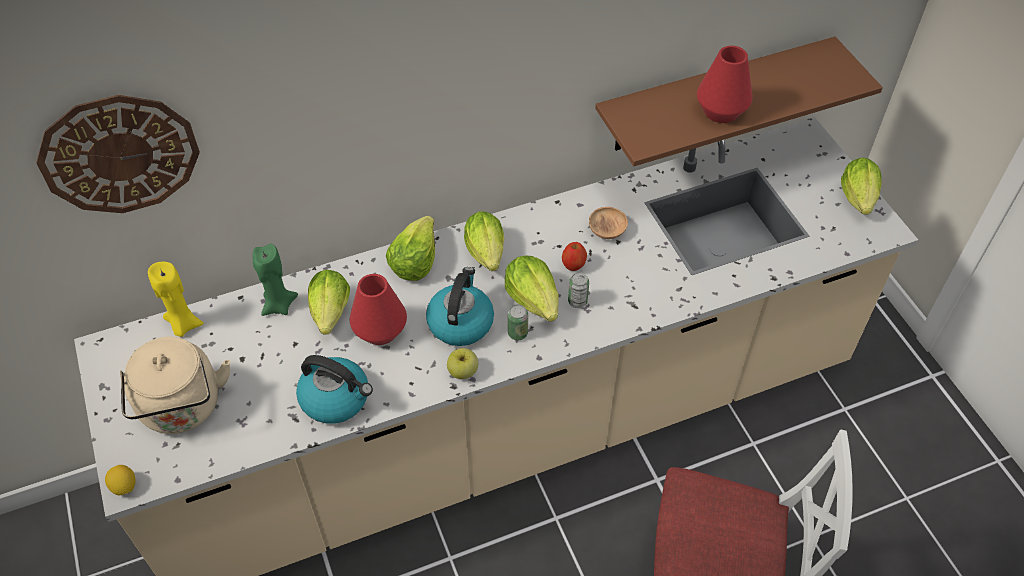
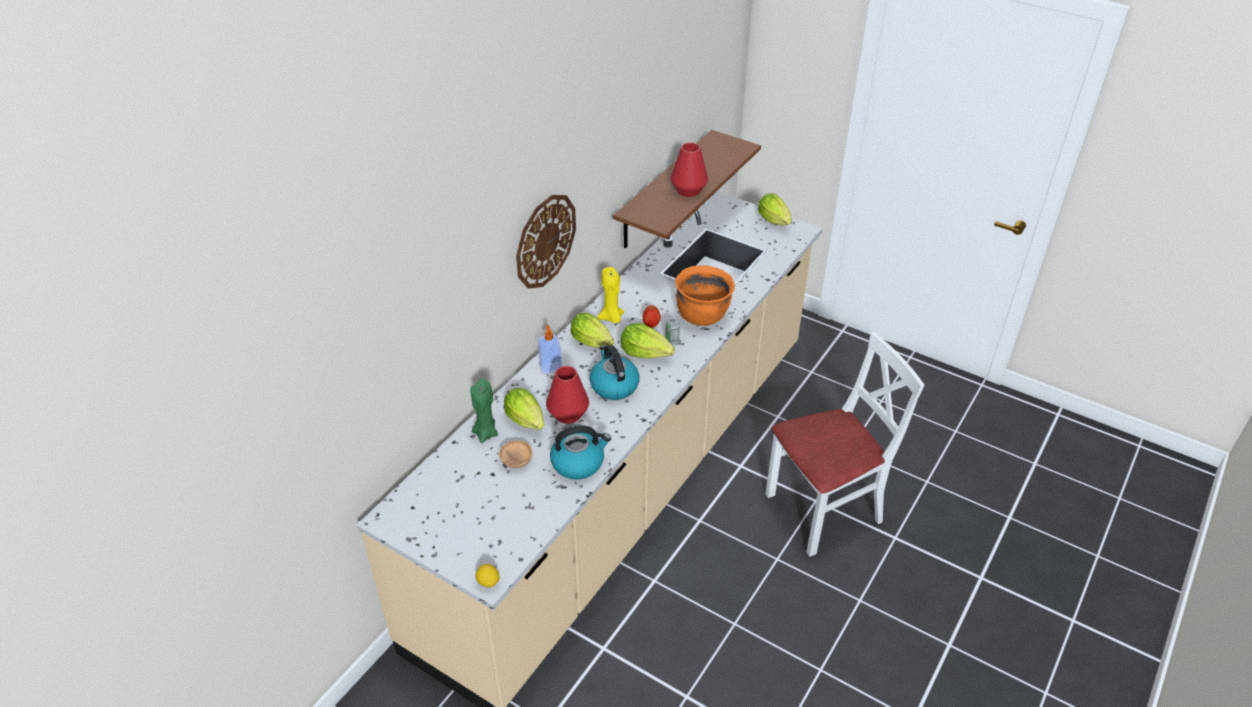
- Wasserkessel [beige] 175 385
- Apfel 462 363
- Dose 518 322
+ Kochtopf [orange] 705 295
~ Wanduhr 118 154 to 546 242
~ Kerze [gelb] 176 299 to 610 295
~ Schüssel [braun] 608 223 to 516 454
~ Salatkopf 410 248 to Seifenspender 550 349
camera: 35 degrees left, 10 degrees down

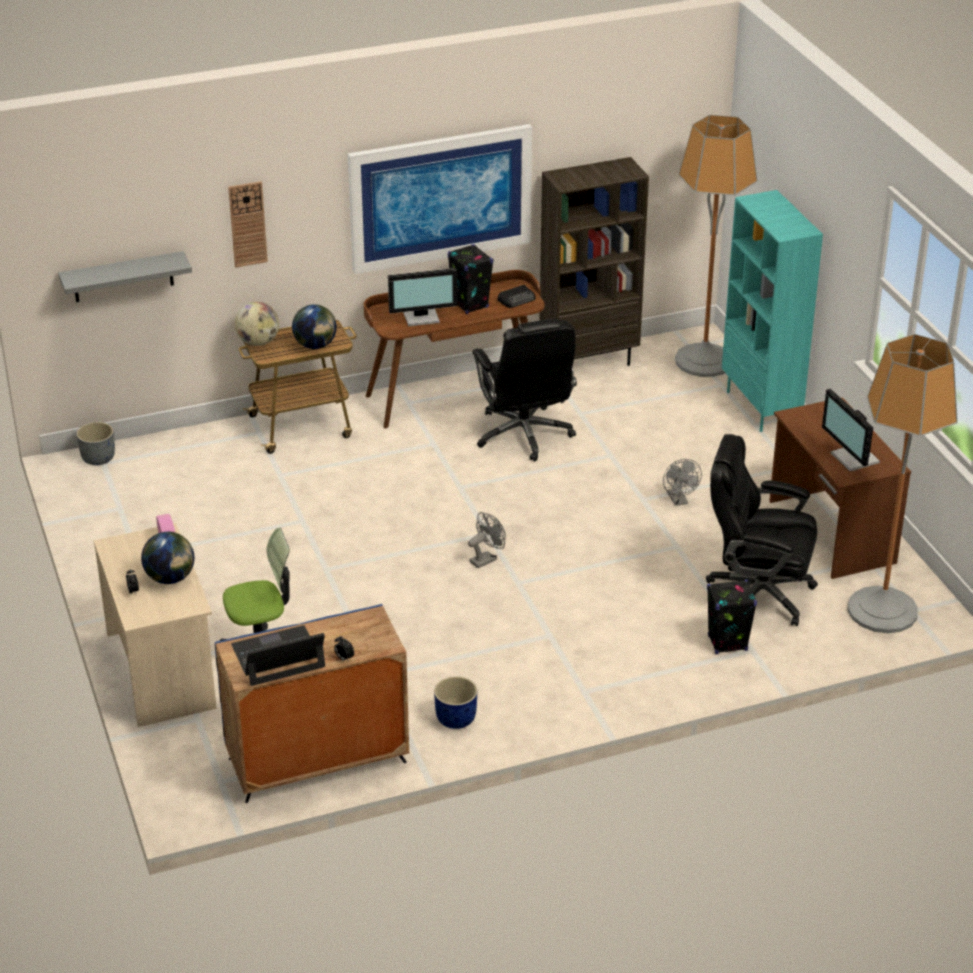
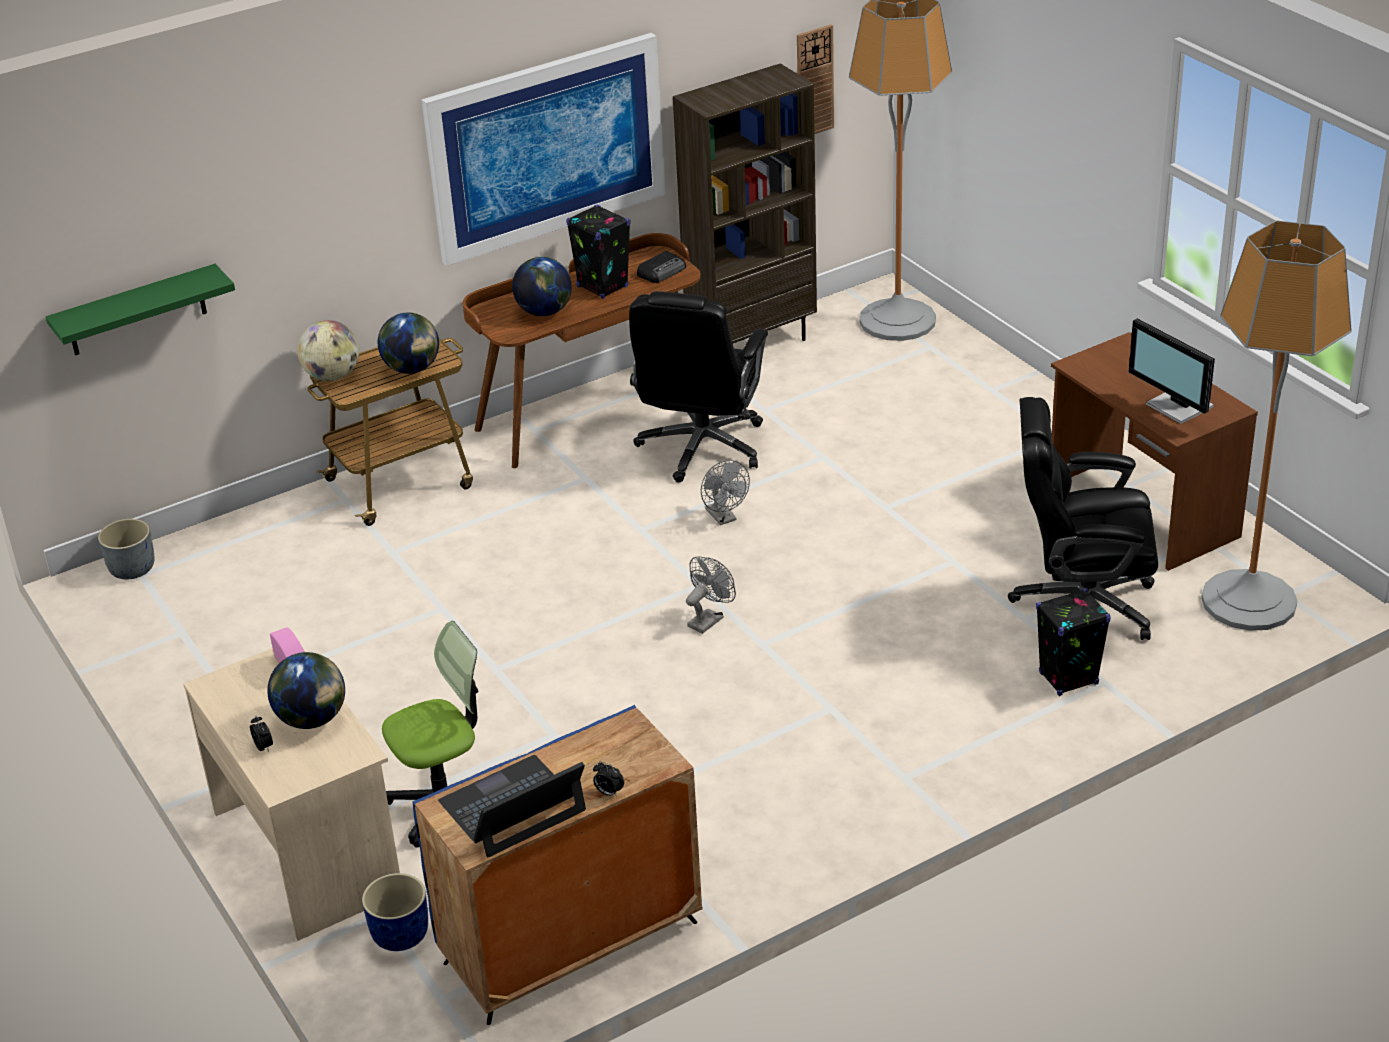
- Bücherregal [türkis] 772 311
~ Wanduhr 248 224 to 815 79
~ Pflanzkübel [blau] 455 702 to 395 912
~ Ventilator [grau] 682 482 to 725 492
~ Monitor 422 297 to Globus 542 286
~ Wandregal [grau] 125 276 to Wandregal [grün] 140 309
~ Bürostuhl [schwarz] 524 390 = 698 387 45 degrees clockwise
camera: 10 degrees left, 0 degrees up

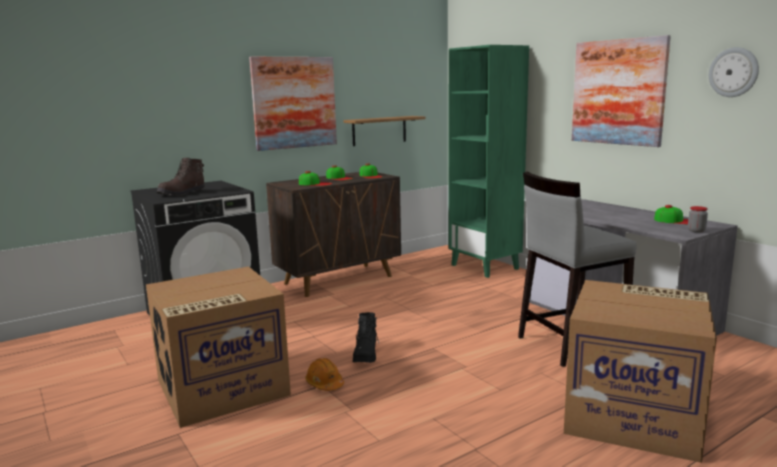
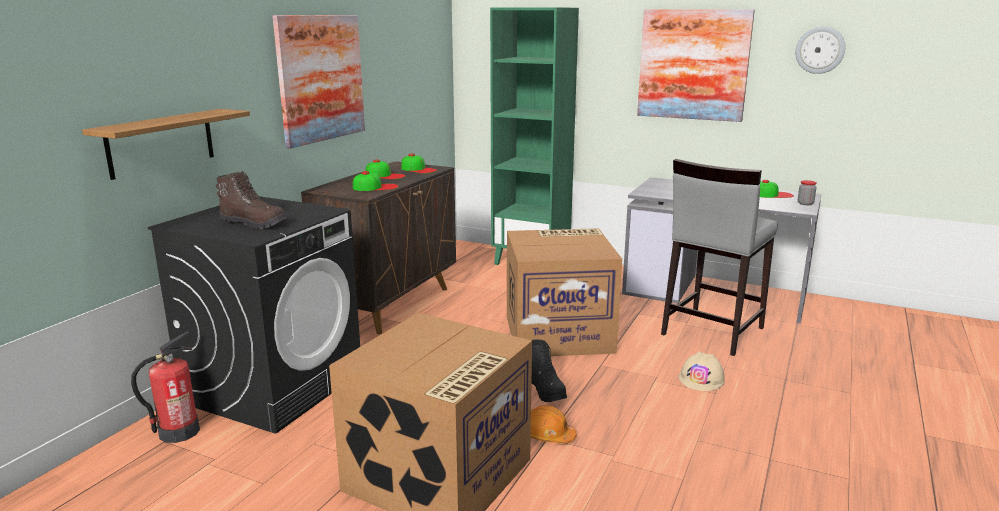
+ Feuerlöscher 165 387
+ Schutzhelm [beige] 702 371
~ Wandregal 384 131 to 166 144
~ Karton 640 371 to 564 292
~ Stiefel [braun] 181 177 = 251 200 75 degrees counterclockwise
camera: 30 degrees left, 5 degrees up

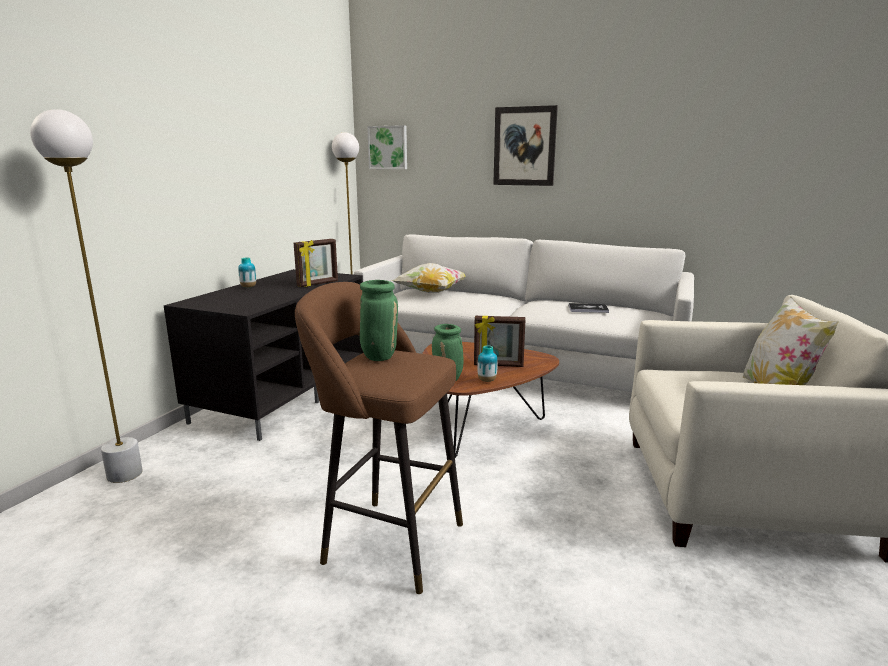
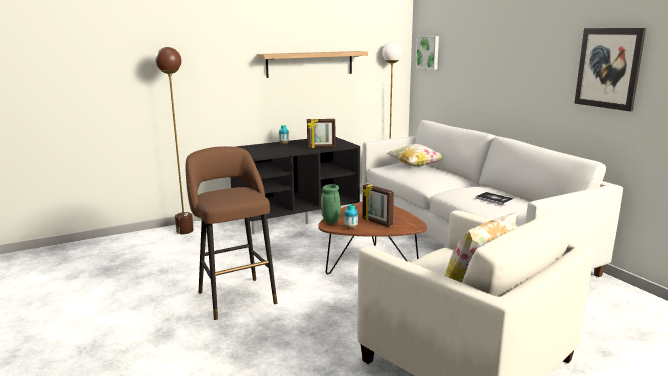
- Vase [grün] 379 320
+ Wandregal 312 64
~ Bild 525 145 to 610 69
~ Stehlampe [weiß] 86 296 to Stehlampe [braun] 174 140
camera: 40 degrees right, 0 degrees up

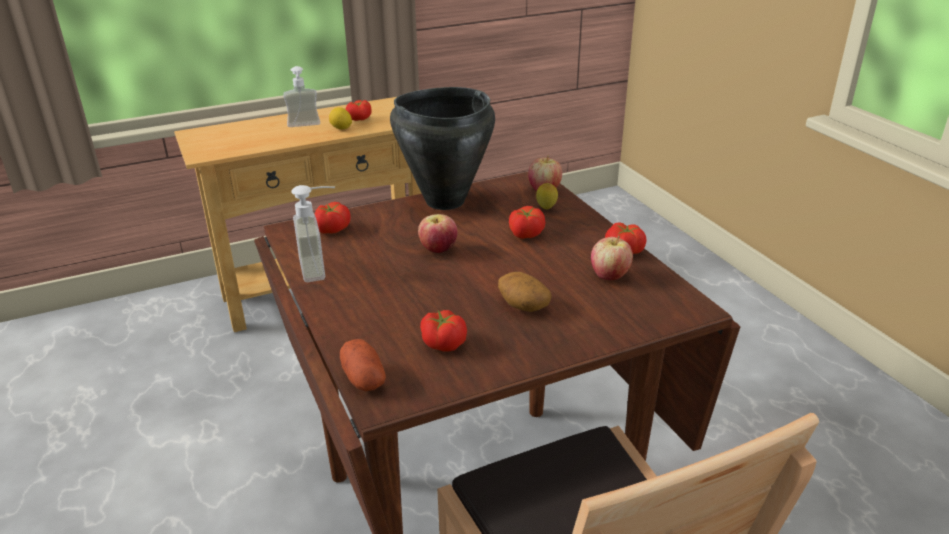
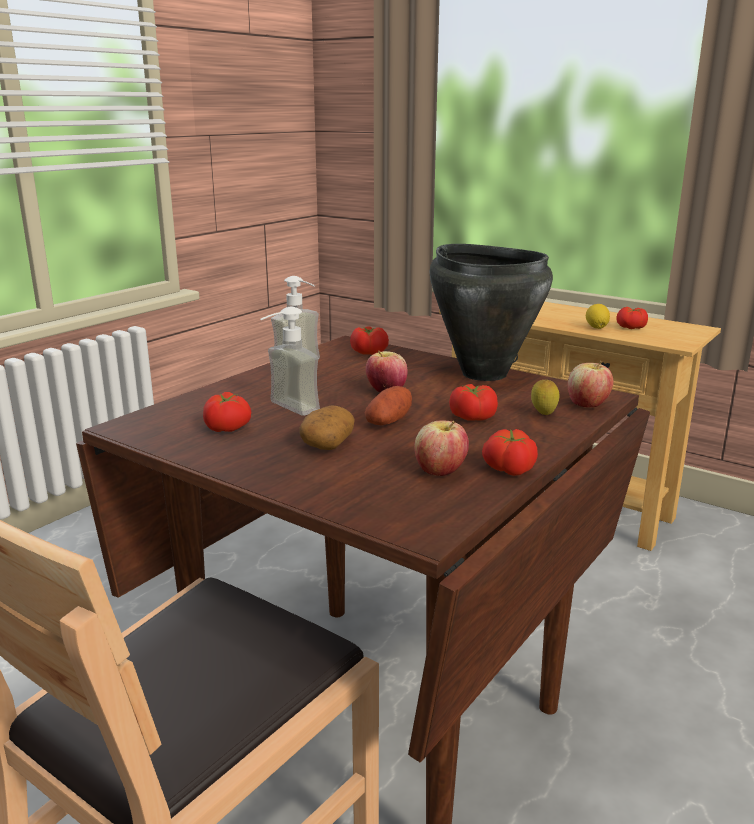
~ Seifenspender 301 96 to 290 361
~ Kartoffel 363 365 to 388 405
camera: 60 degrees right, 10 degrees down

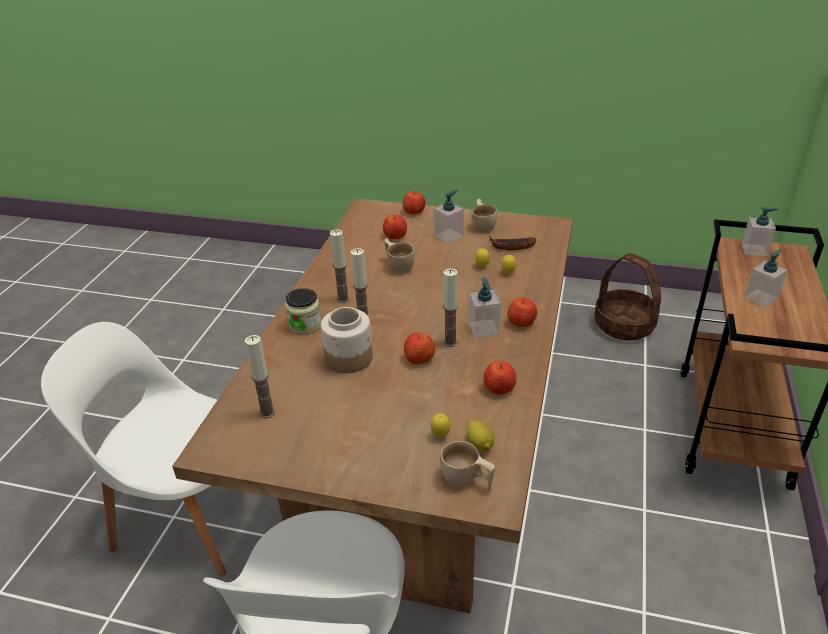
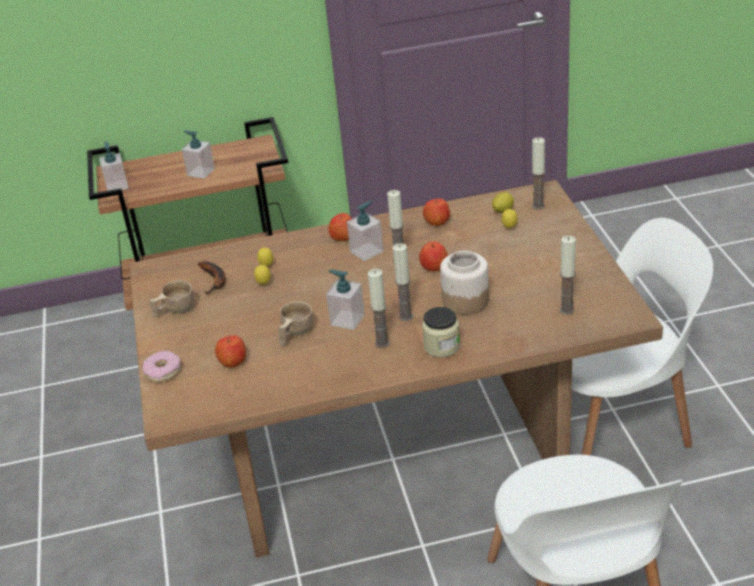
- Korb 627 296
~ Seifenspender 449 216 to 345 300
~ Apfel 414 202 to Donut 161 366
~ Tasse [beige] 467 466 to Kerze 538 173
camera: 115 degrees left, 0 degrees up

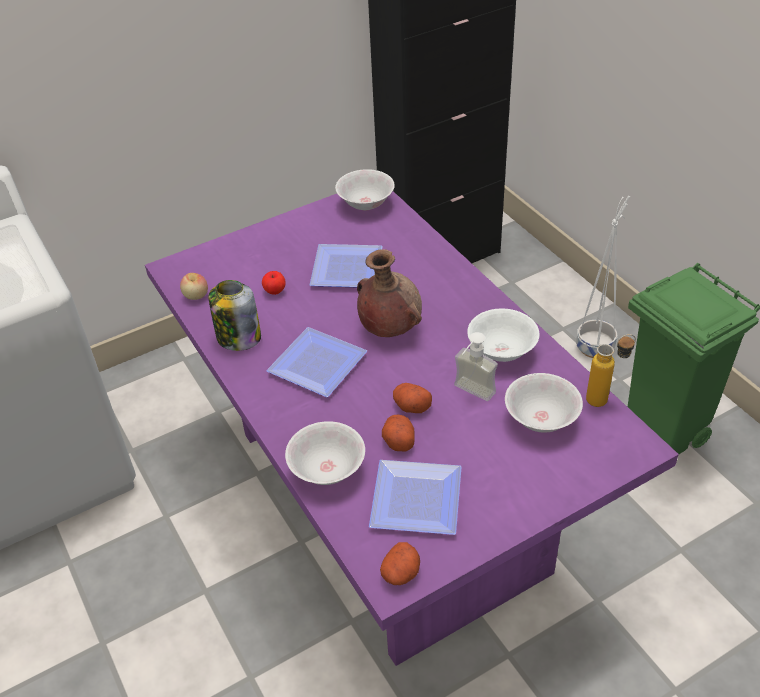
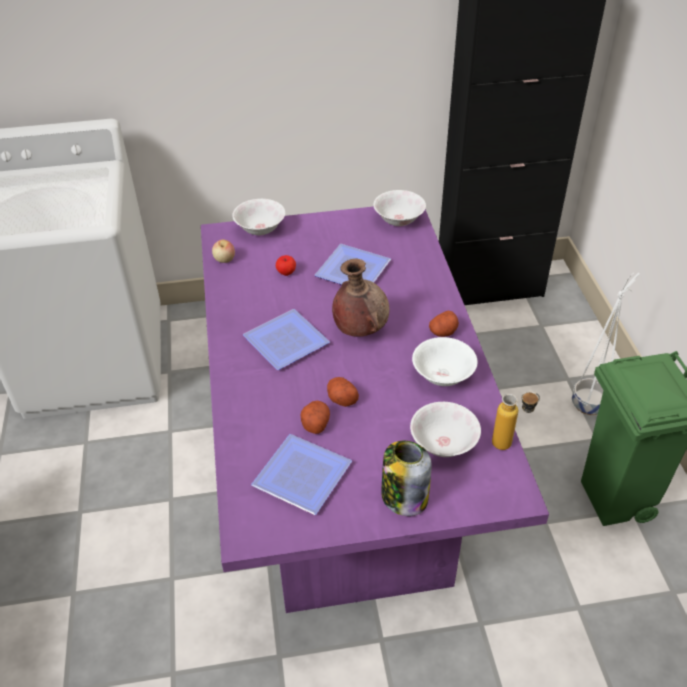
- Seifenspender 476 366
~ Vorratsglas 234 315 to 406 478
~ Schüssel [weiß] 325 453 to 258 217
~ Kartoffel 400 563 to 444 324
camera: 20 degrees right, 0 degrees up

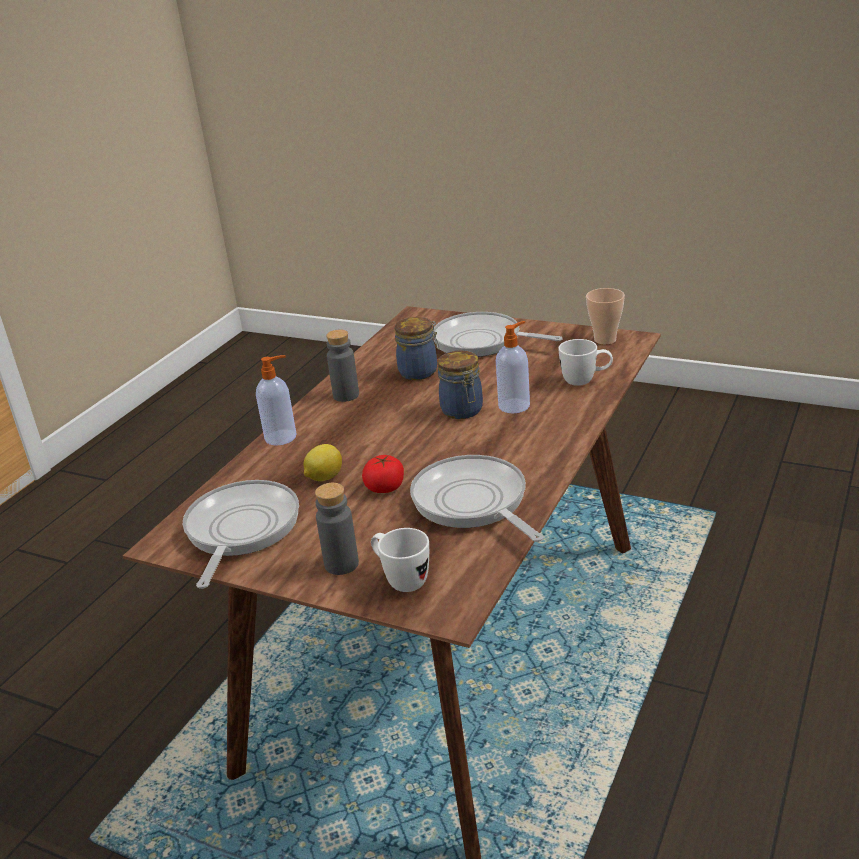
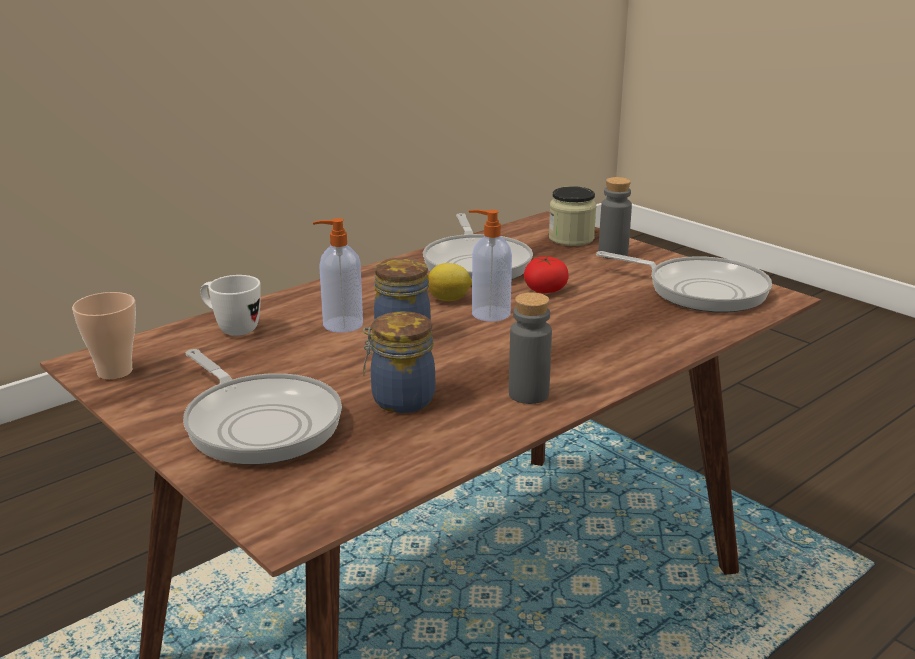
~ Seifenspender 276 400 to 490 265
~ Zitrone 322 462 to 450 282
~ Henkelbecher [weiß] 400 560 to Vorratsglas 572 216
~ Pfanne 241 534 = 684 282 90 degrees counterclockwise
camera: 160 degrees left, 5 degrees down

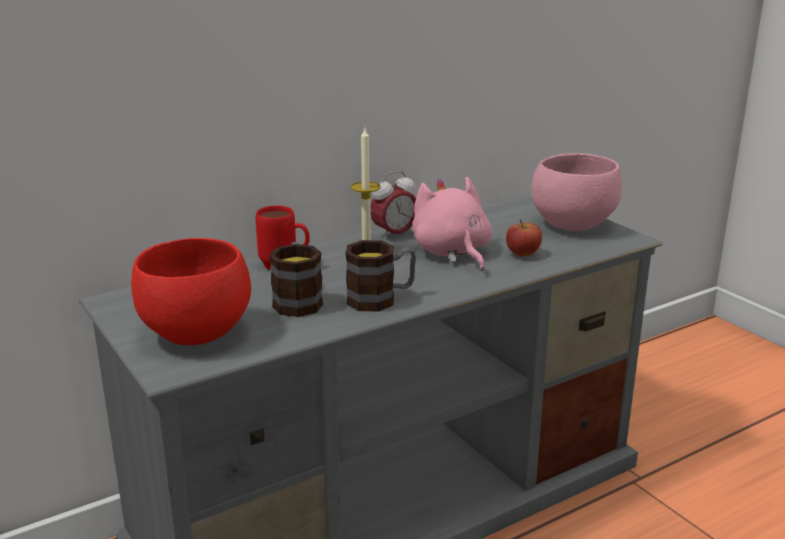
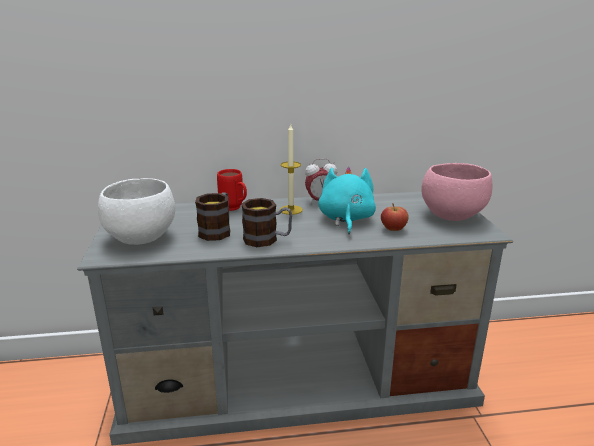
~ Schüssel [rot] 191 291 to Schüssel [weiß] 136 211
~ Plüschtier [rosa] 452 224 to Plüschtier [türkis] 347 200
camera: 25 degrees right, 0 degrees up

